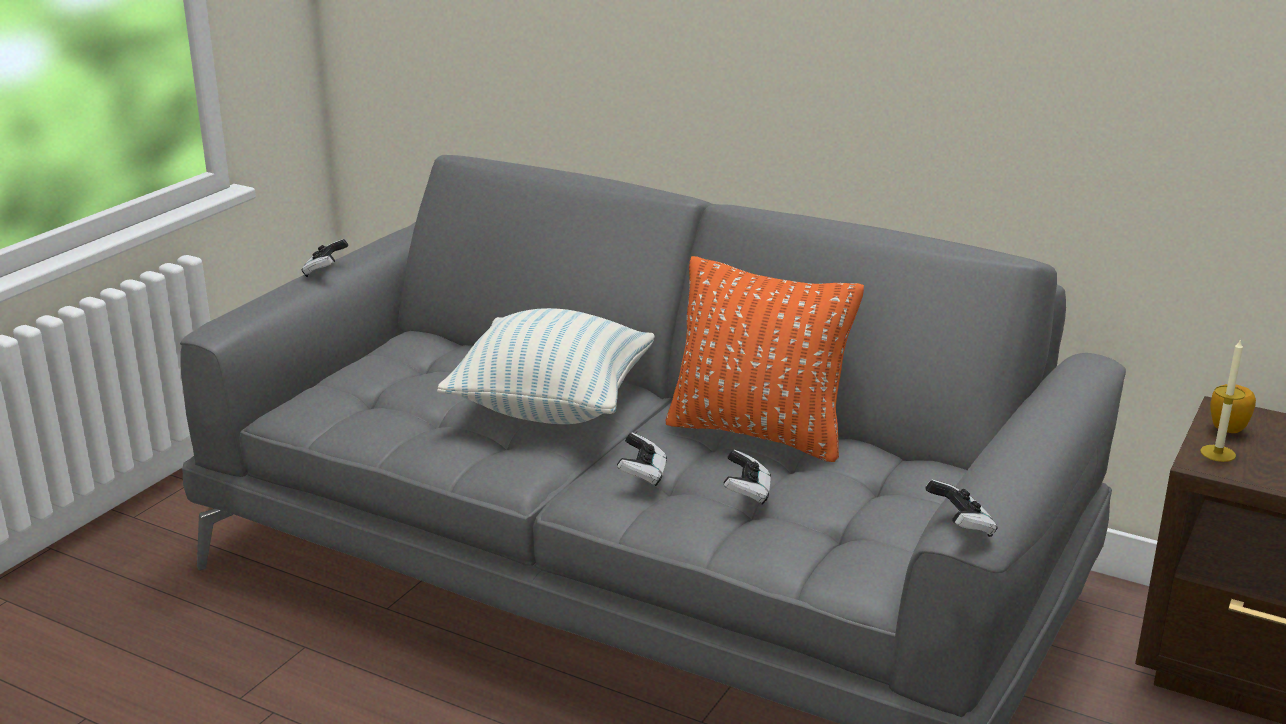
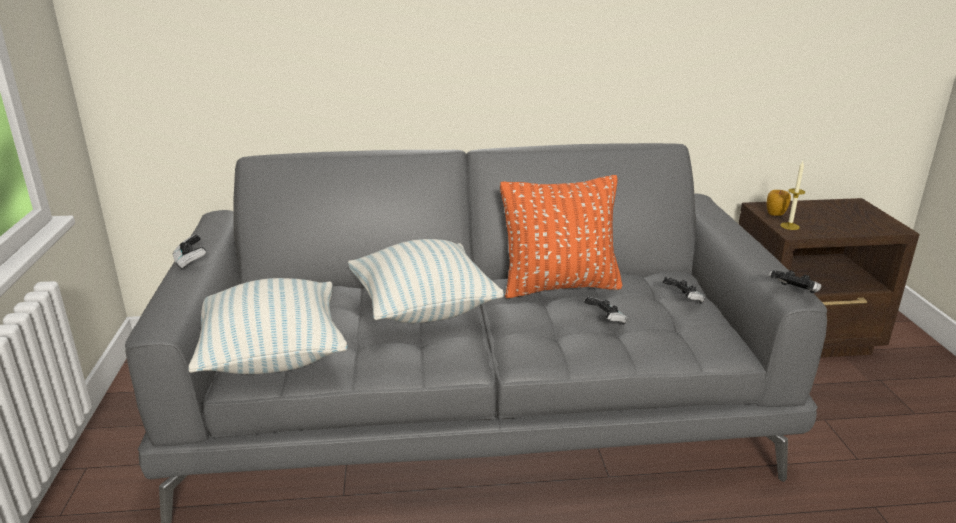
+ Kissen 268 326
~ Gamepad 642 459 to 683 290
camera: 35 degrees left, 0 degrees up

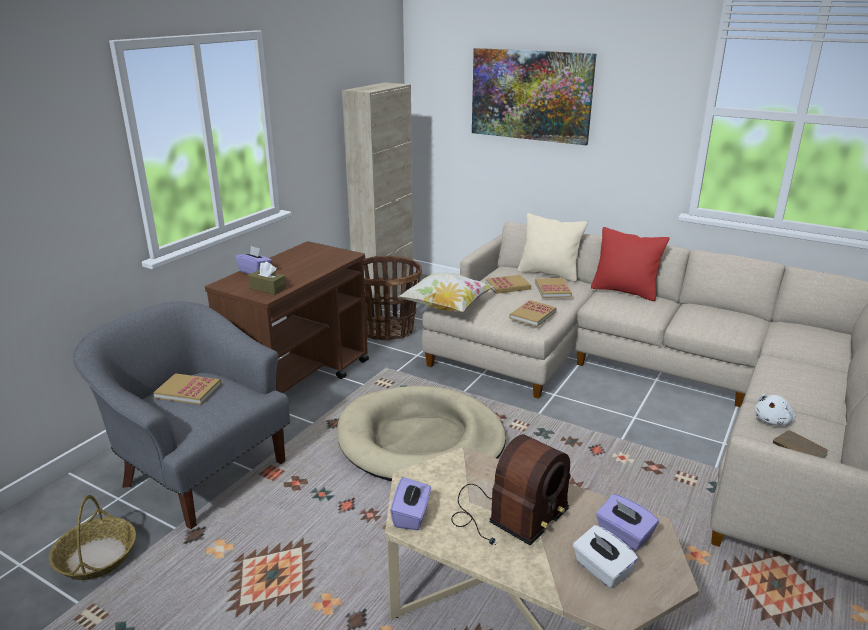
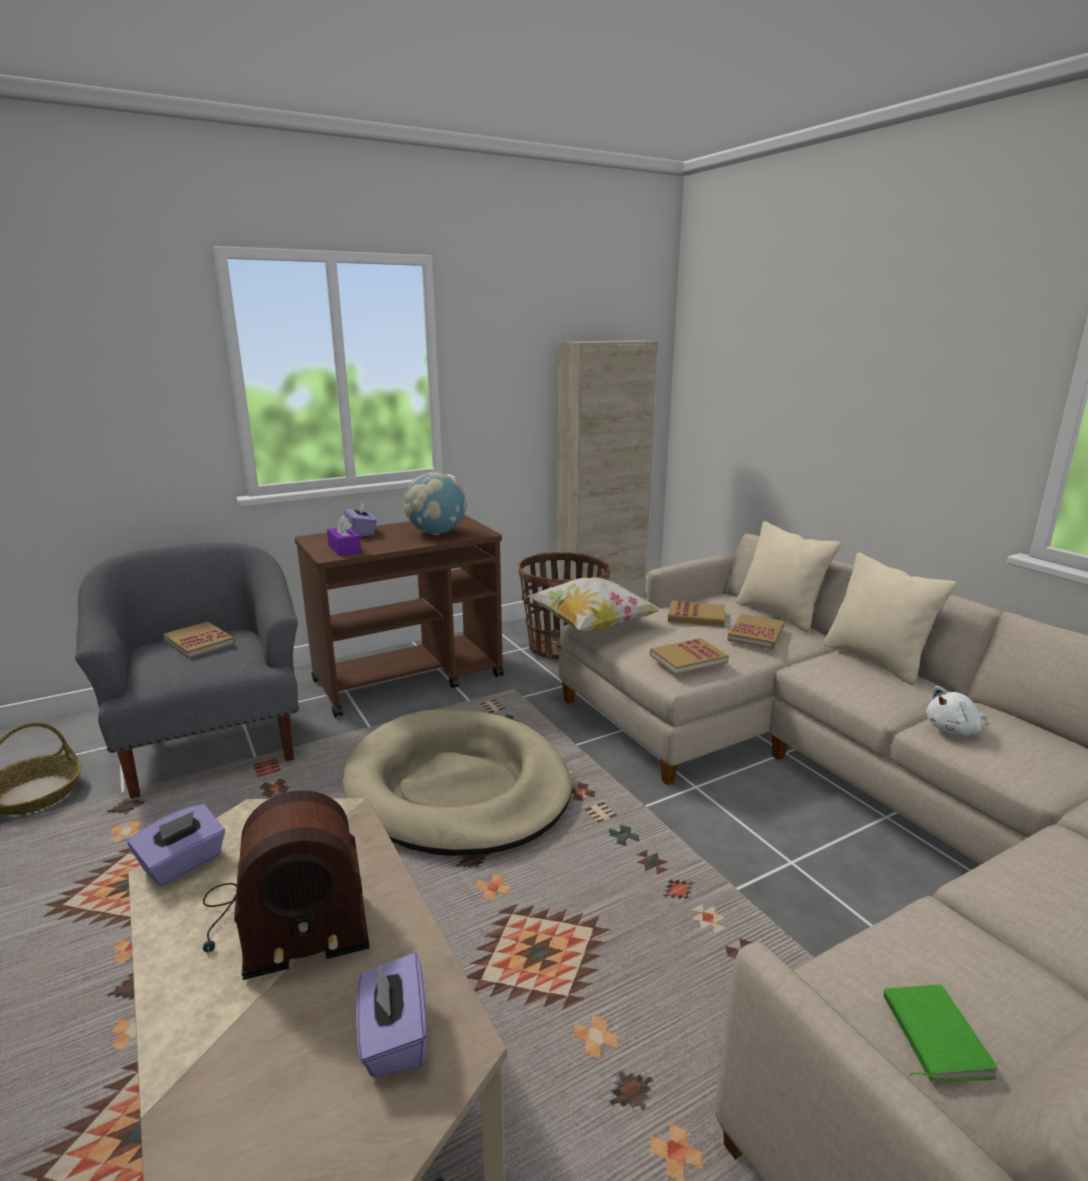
- Bild 534 96
- Taschentuchbox [weiß] 605 556
+ Globus 435 503
~ Plüschtier [weiß] 774 410 to 956 711
~ Taschentuchbox [braun] 267 278 to Taschentuchbox [lila] 344 535
~ Kissen [rot] 630 264 to Kissen [beige] 889 618
~ Buch [braun] 800 444 to Buch [grün] 941 1033
camera: 30 degrees right, 5 degrees down

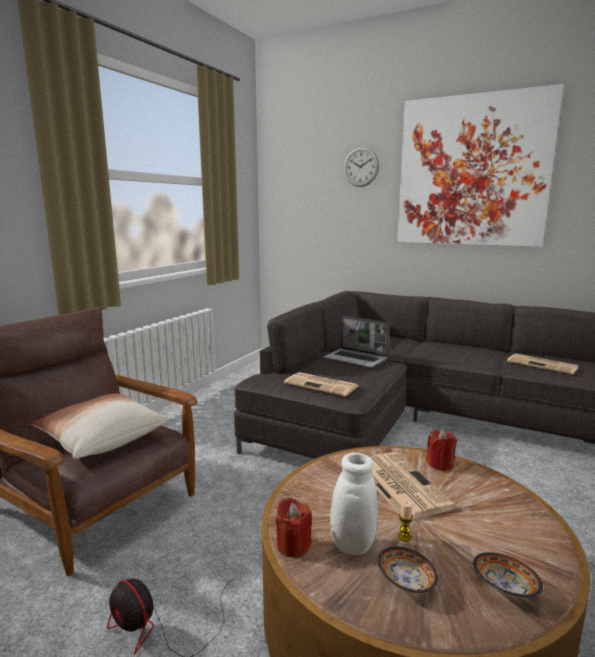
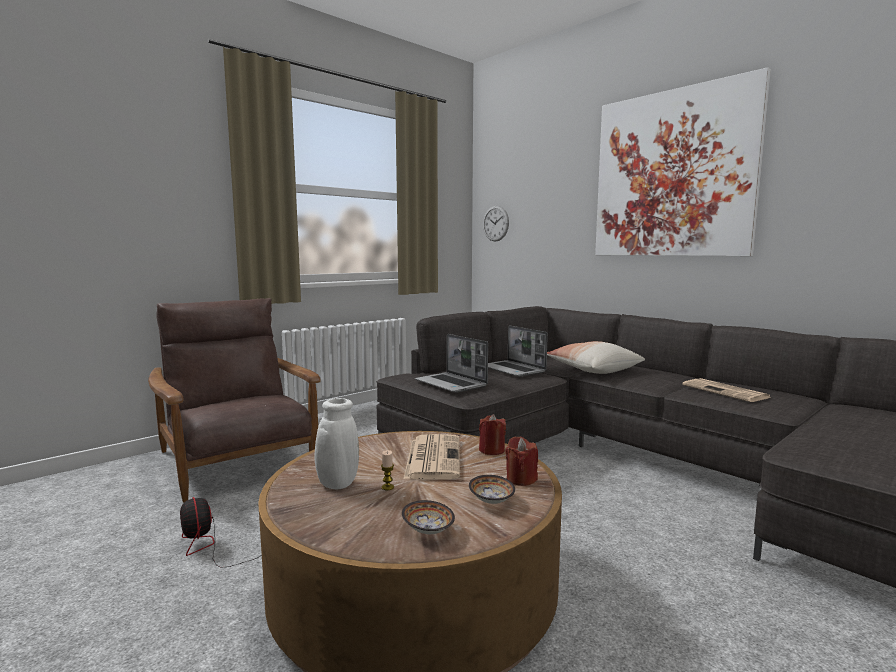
~ Kissen 100 426 to 596 357
~ Kerze [rot] 294 527 to 521 461
~ Wanduhr 361 167 to 496 224
~ Schüssel 408 569 to 492 489
~ Zeitung 321 384 to Laptop 451 363
camera: 20 degrees right, 5 degrees down

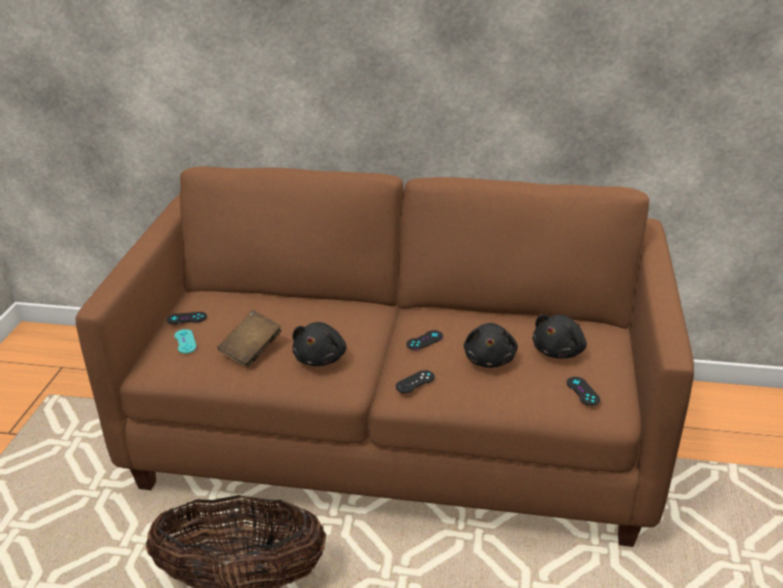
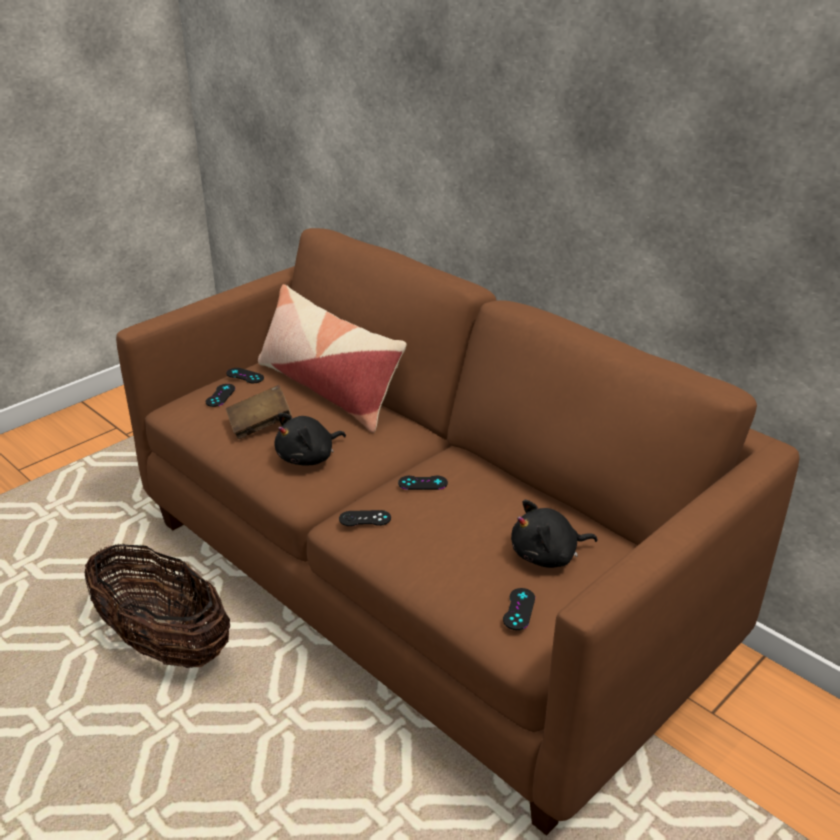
- Plüschtier [schwarz] 491 345
+ Kissen 332 358
~ Gamepad [türkis] 185 341 to Gamepad [schwarz] 220 395
camera: 35 degrees right, 0 degrees up

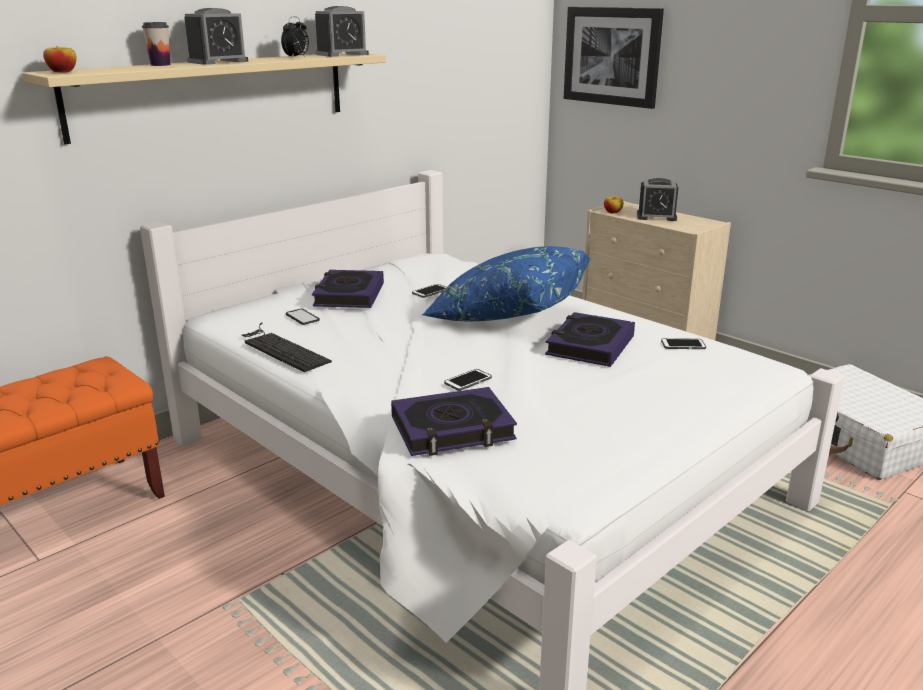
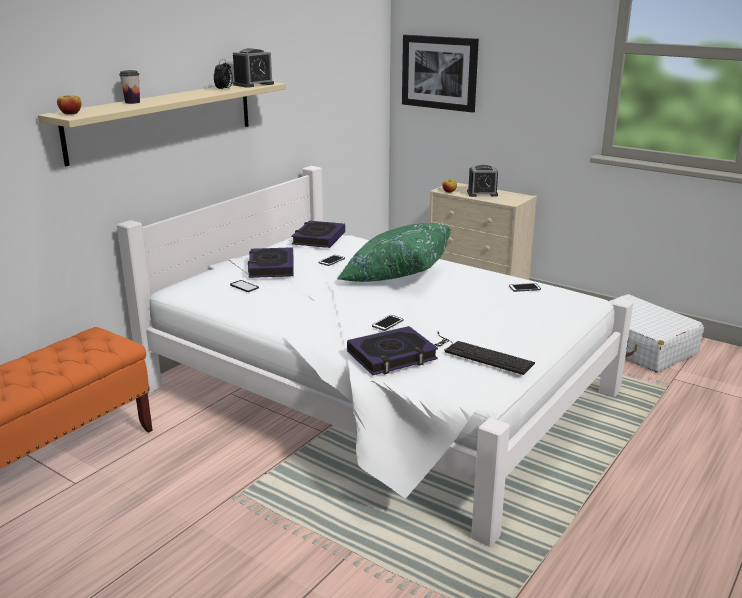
- Wecker 216 36
~ Tastatur 287 347 to 484 353
~ Buch 590 339 to 318 234
~ Kissen [blau] 506 283 to Kissen [grün] 394 252
camera: 10 degrees left, 0 degrees up

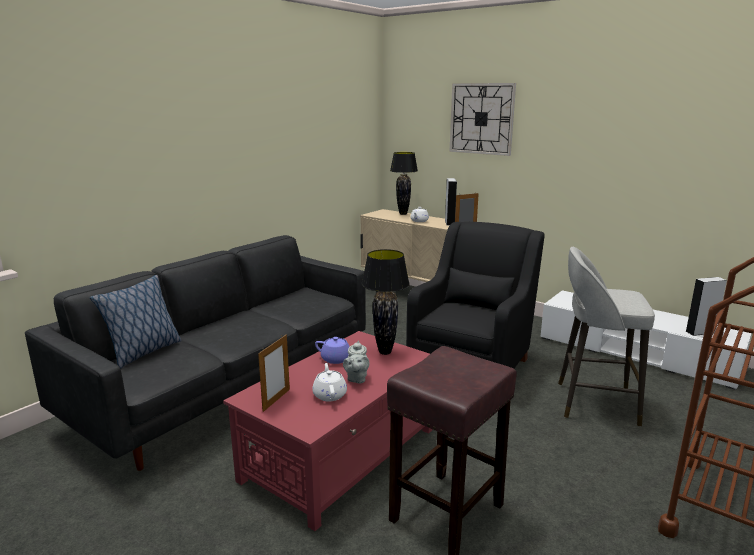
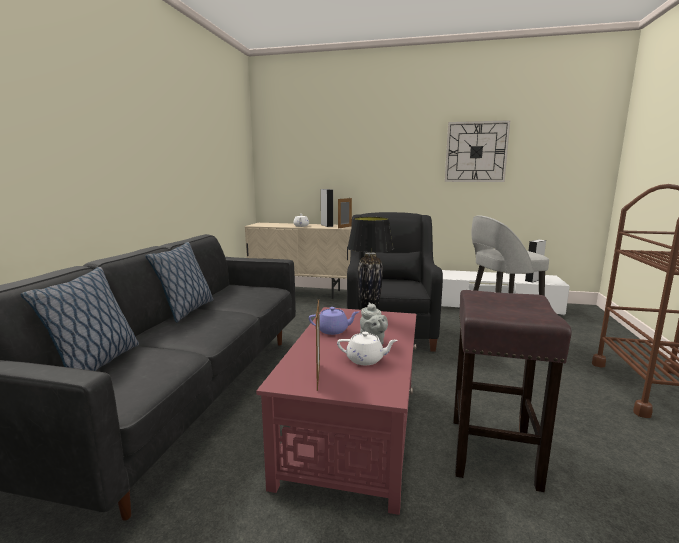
- Tischlampe [schwarz] 404 183
+ Kissen 179 282
~ Wanduhr 483 119 to 477 151
~ Teekanne [weiß] 329 382 = 367 348 135 degrees clockwise
camera: 25 degrees left, 5 degrees down

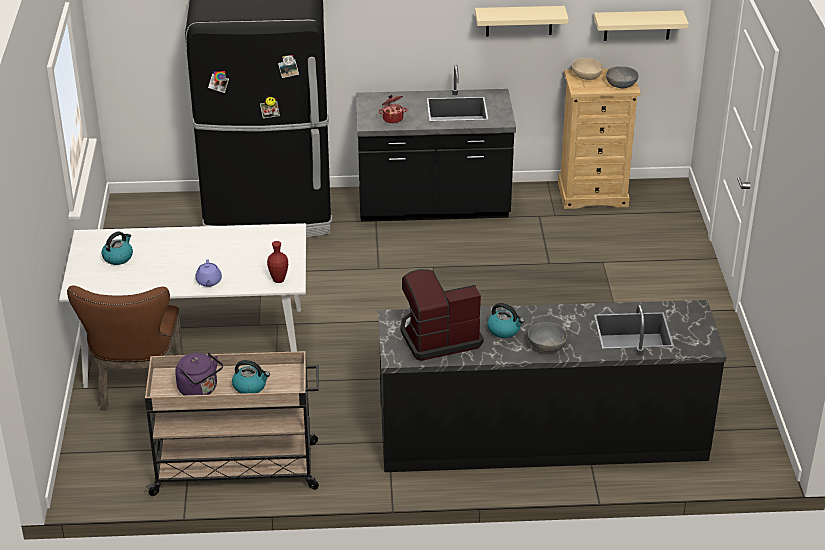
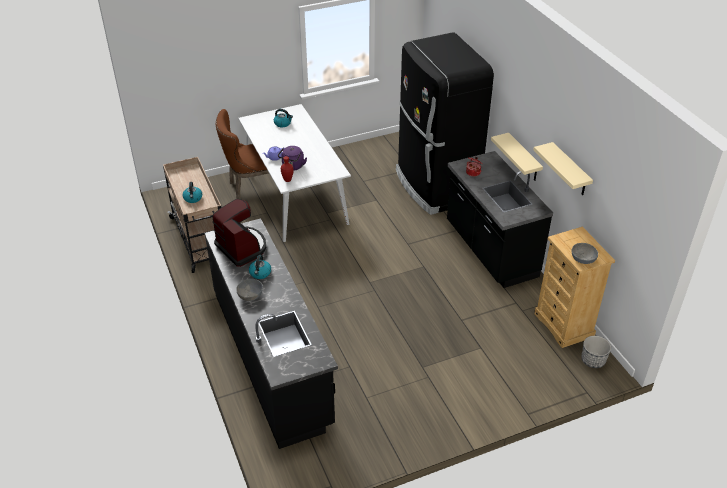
- Schüssel [beige] 587 69
+ Pflanzkübel 596 352
~ Wasserkessel [lila] 199 373 to 292 158
~ Wandregal [beige] 641 26 to 517 157
camera: 70 degrees right, 5 degrees up

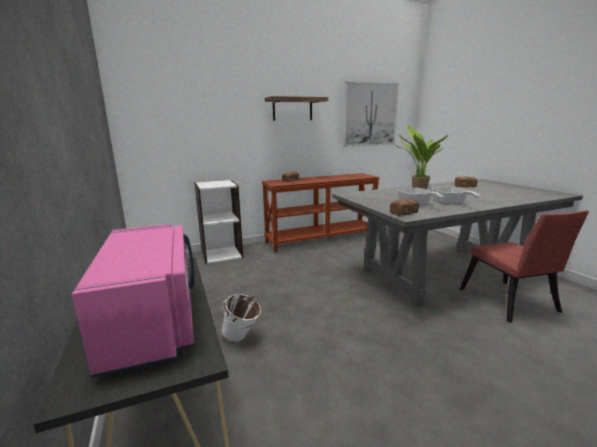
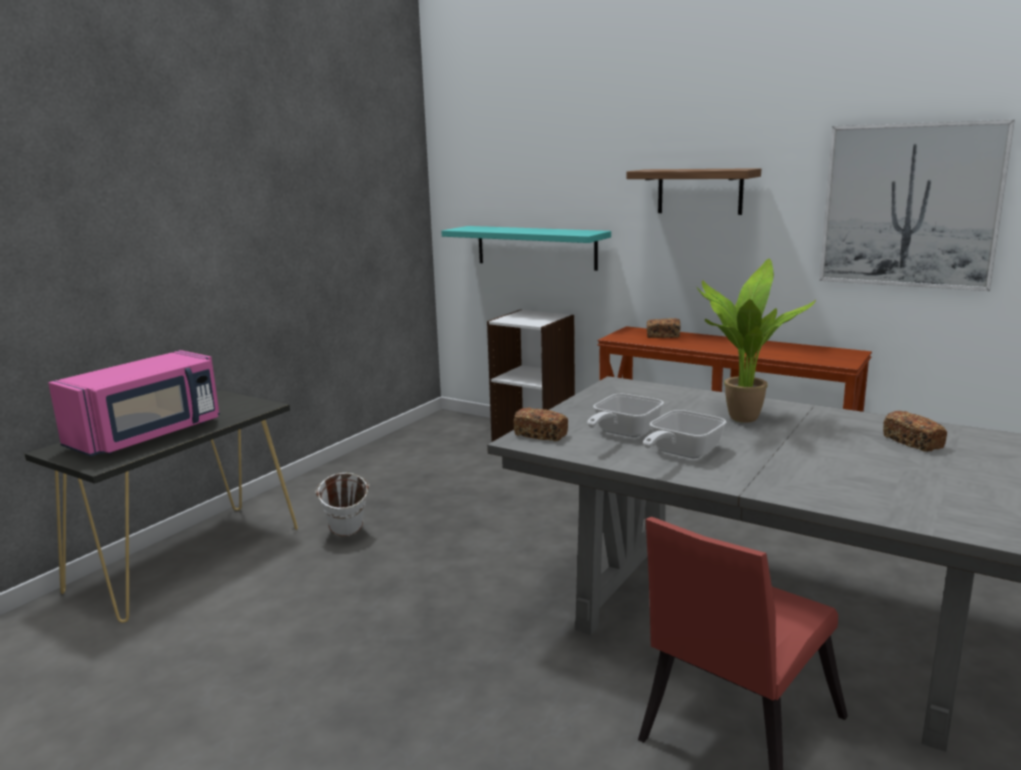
+ Wandregal [türkis] 526 248
camera: 55 degrees right, 0 degrees up

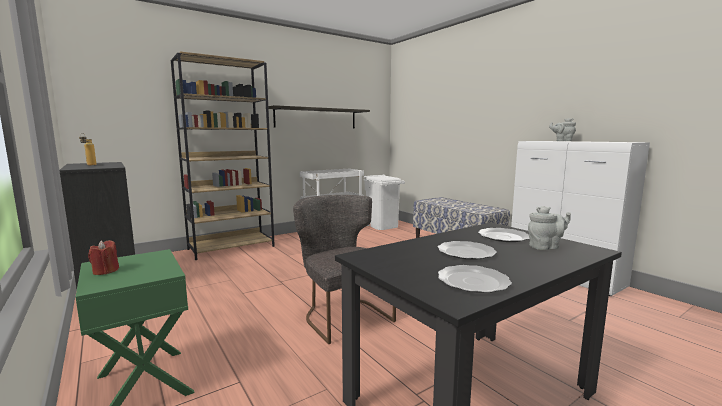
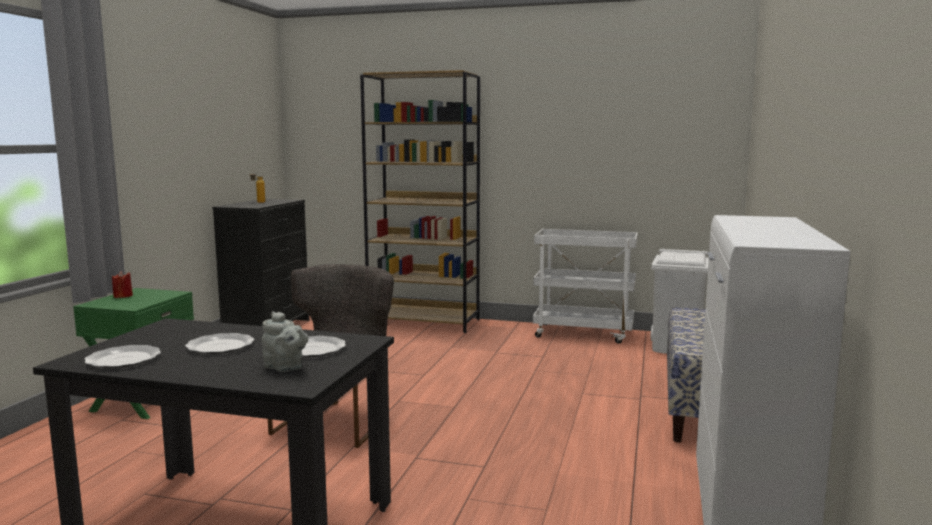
- Wandregal 319 116
- Teekanne [grau] 562 129
camera: 50 degrees right, 0 degrees up

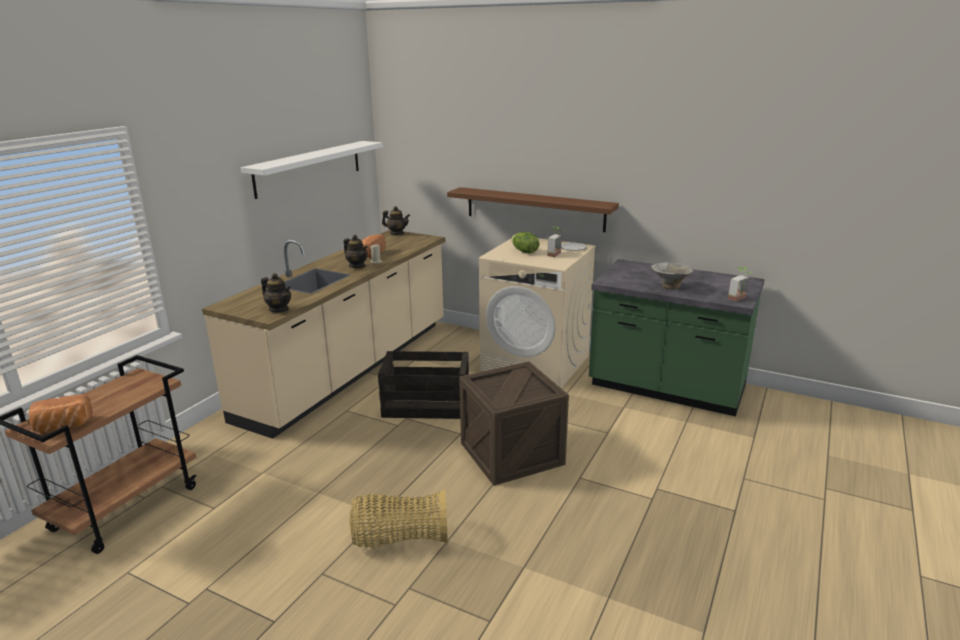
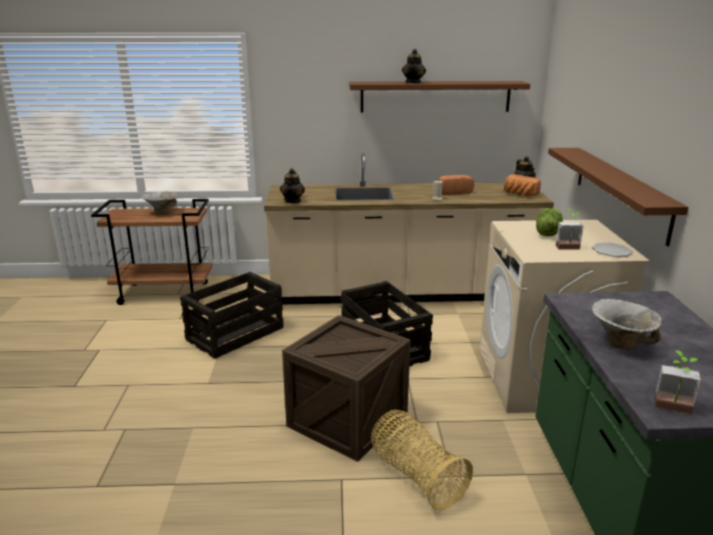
+ Schüssel 160 202
+ Kiste 232 315
~ Brot 61 413 to 522 185
~ Teekanne 355 251 to 414 66
~ Korb 398 518 to 422 460
~ Wandregal [weiß] 312 170 to Wandregal [braun] 439 97
camera: 60 degrees right, 0 degrees up

